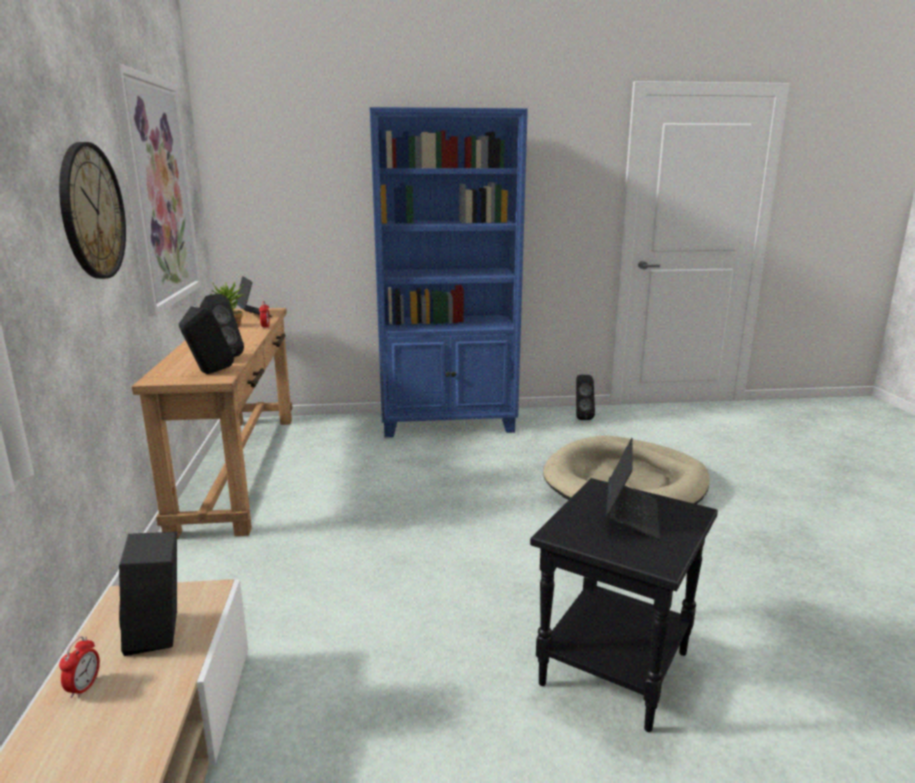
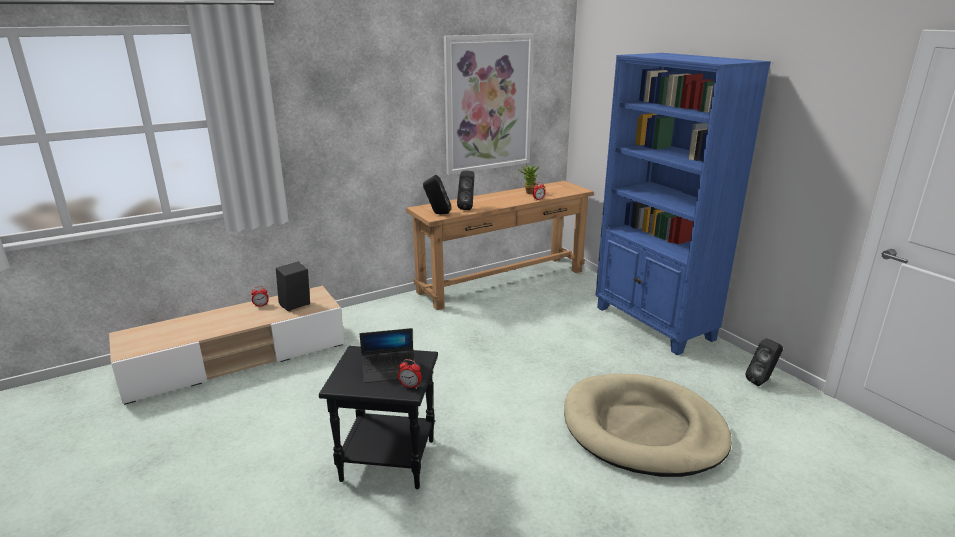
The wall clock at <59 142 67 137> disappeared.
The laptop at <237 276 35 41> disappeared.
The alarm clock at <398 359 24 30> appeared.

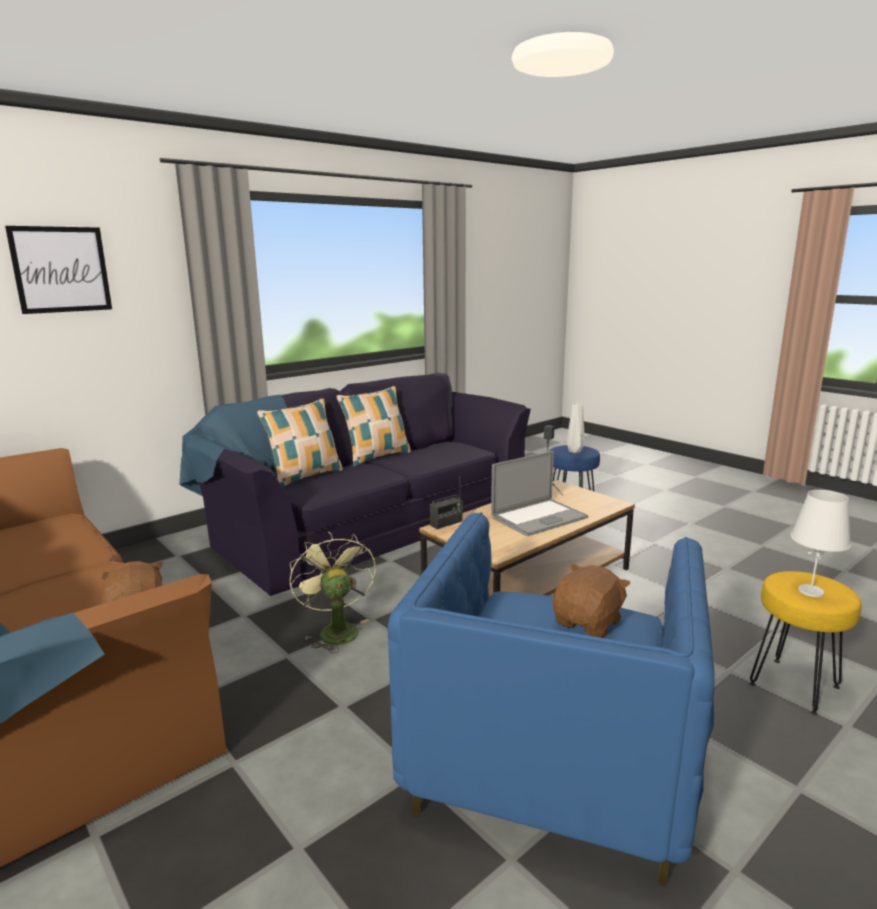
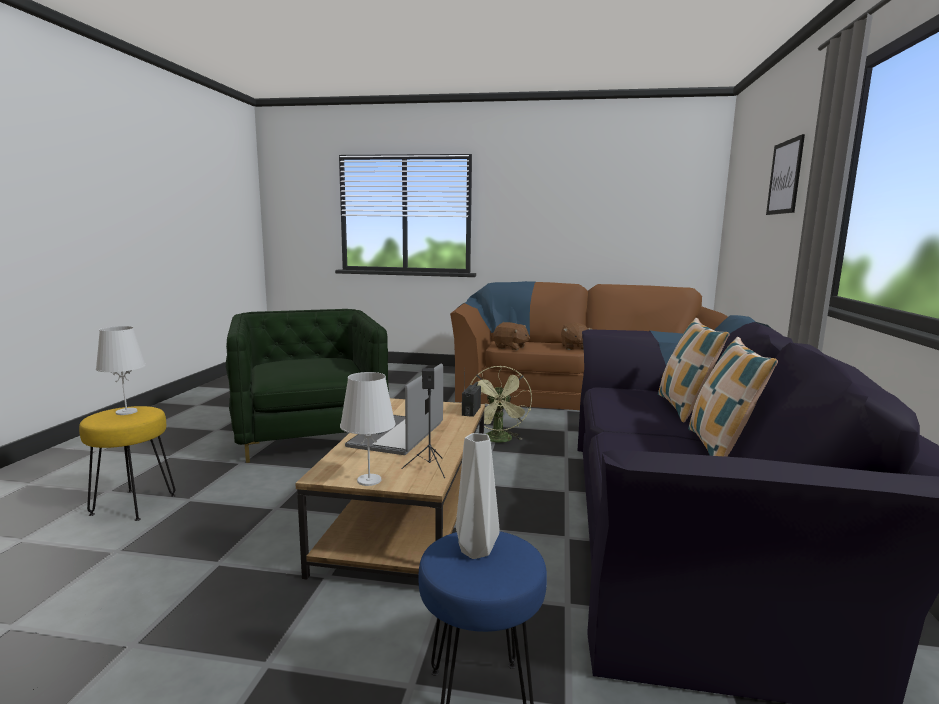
The blue armchair at <388 512 326 374> became the green armchair at <226 309 163 154>.
The green fan at <290 532 86 121> turned 60 degrees clockwise.
The brown plush toy moved from <553 564 78 74> to <561 322 32 28>.
The white table lamp at <340 372 56 114> appeared.

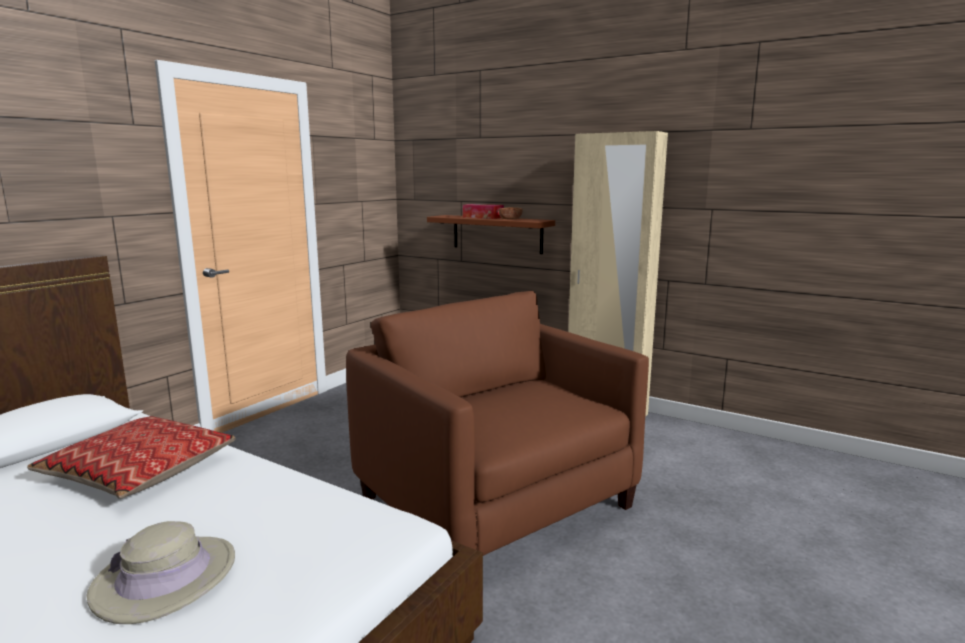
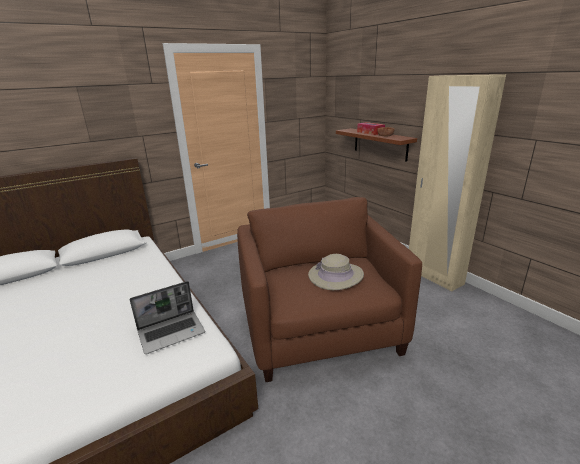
The pillow at <27 416 209 83> disappeared.
The beige hat moved from <86 521 149 103> to <308 254 56 36>.
The laptop at <130 281 75 73> appeared.

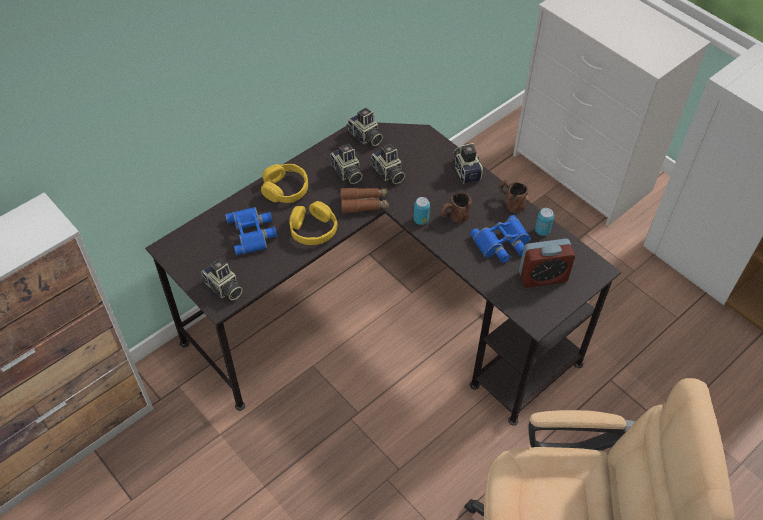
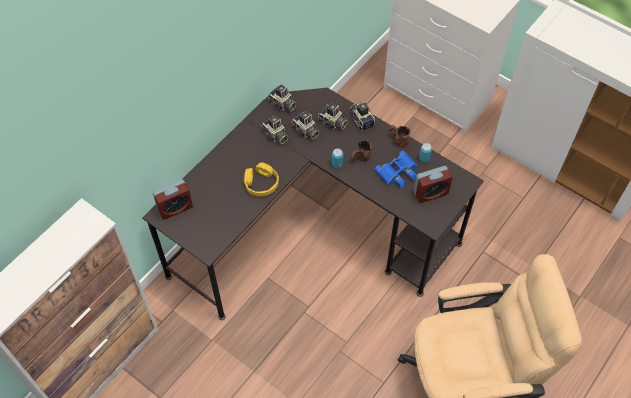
The yellow headphones at <261 164 47 39> disappeared.
The brown binoculars at <340 188 49 25> disappeared.
The blue binoculars at <225 207 52 48> disappeared.
The photo camera moved from <201 258 42 43> to <317 103 31 27>.
The alarm clock at <153 179 40 41> appeared.

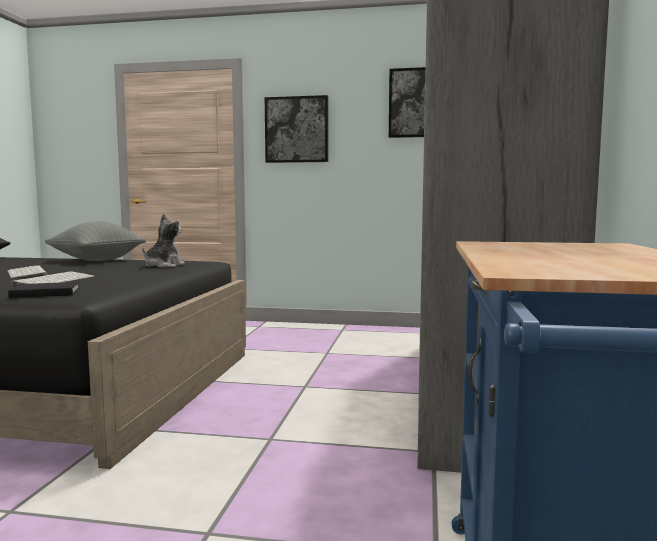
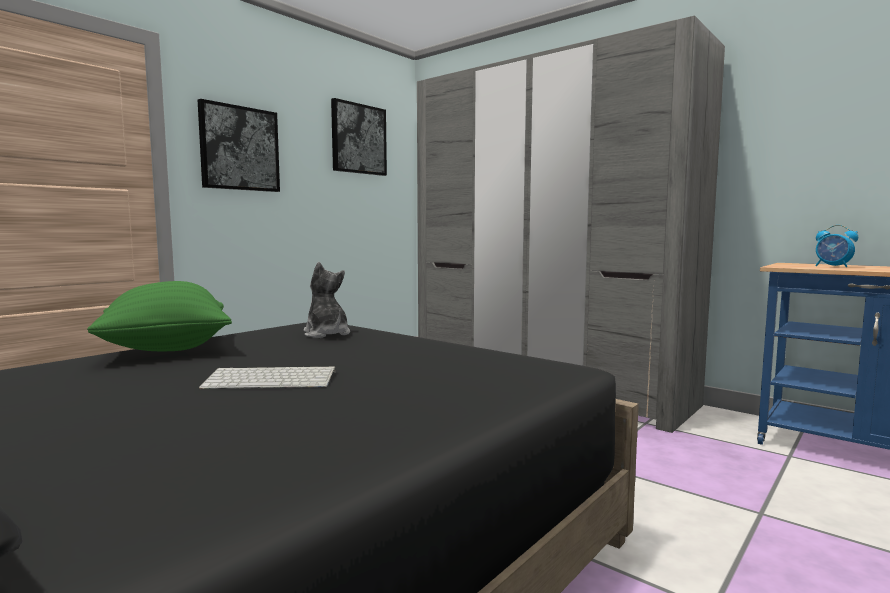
The grey pillow at <45 221 101 40> became the green pillow at <87 281 145 70>.
The keyboard at <11 271 83 14> disappeared.
The black book at <8 282 71 16> disappeared.
The alarm clock at <815 225 43 42> appeared.

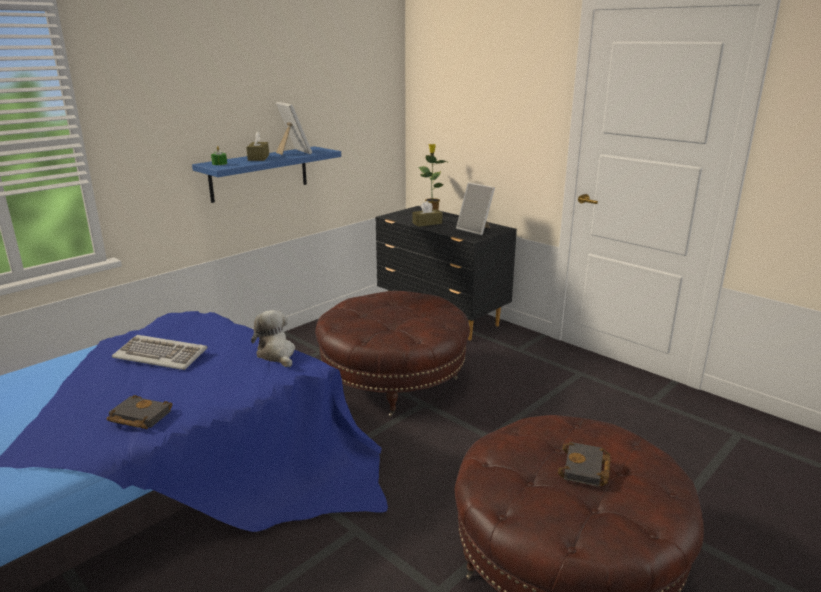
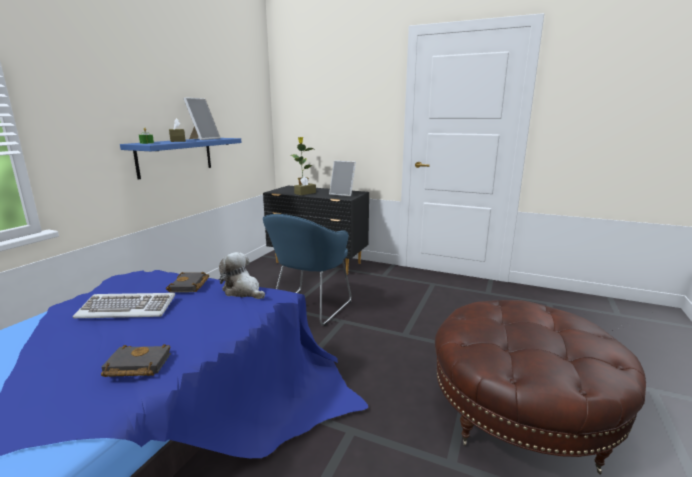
The picture frame at <276 102 36 53> turned 75 degrees clockwise.
The brown ottoman at <315 291 155 126> was replaced by the blue armchair at <263 214 89 112>.
The black book moved from <558 442 53 45> to <166 272 43 21>.

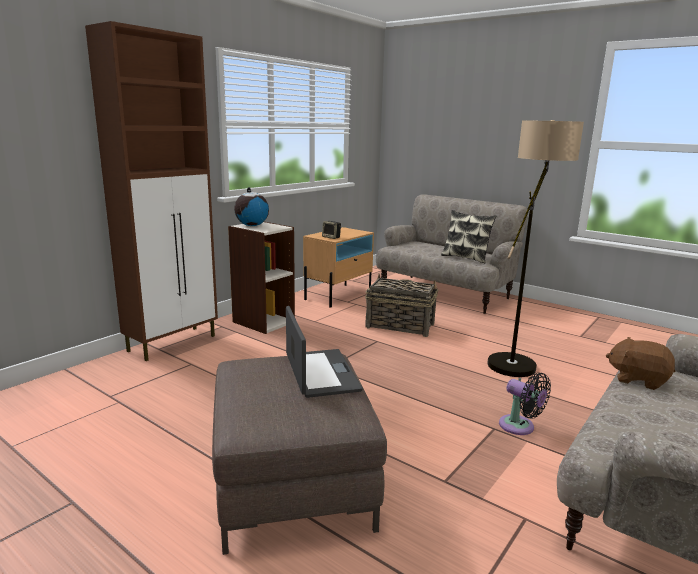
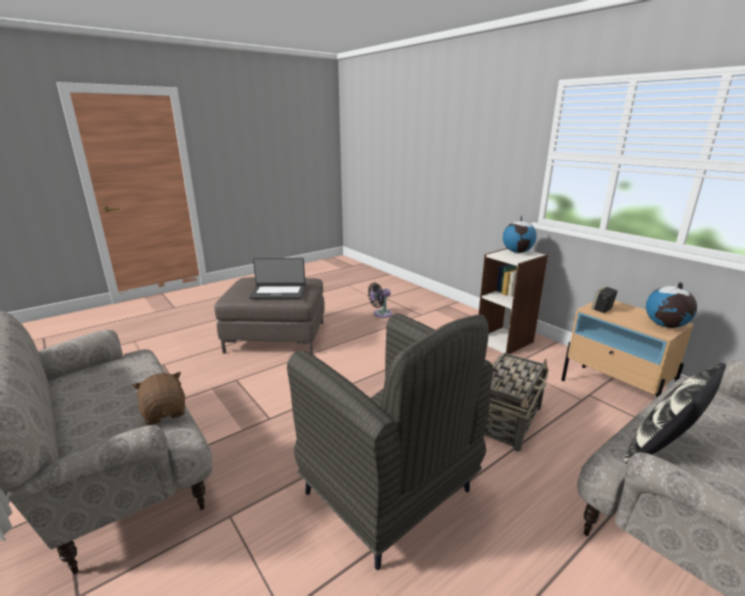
The brown cabinet at <85 21 133 340> disappeared.
The floor lamp at <487 120 97 257> was replaced by the grey armchair at <287 313 207 257>.
The brown plush toy at <606 337 70 53> turned 75 degrees counterclockwise.
The black fan moved from <499 373 52 62> to <368 283 24 35>.
The globe at <646 282 51 46> appeared.

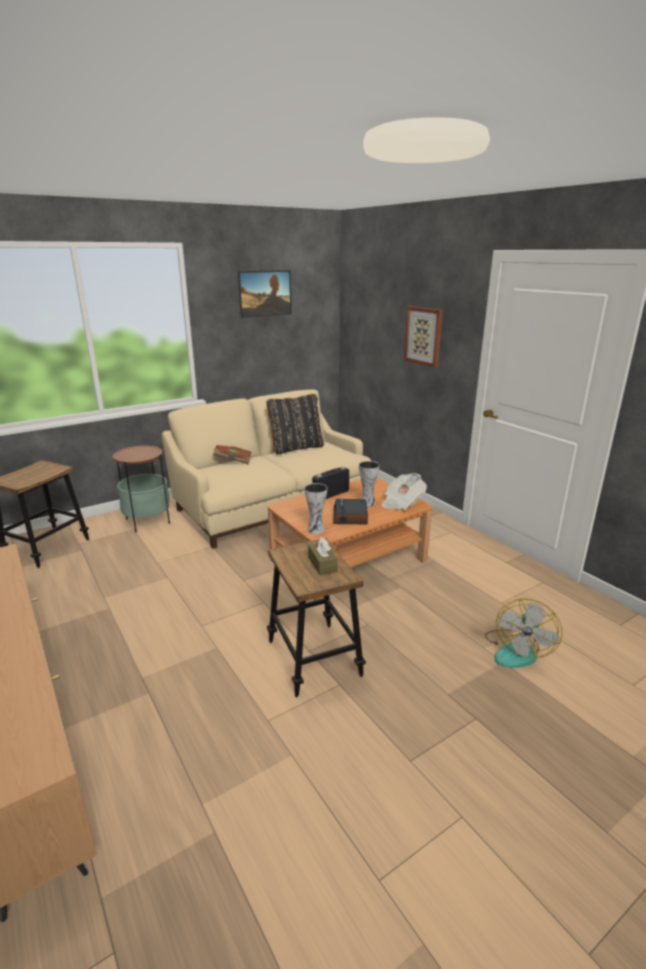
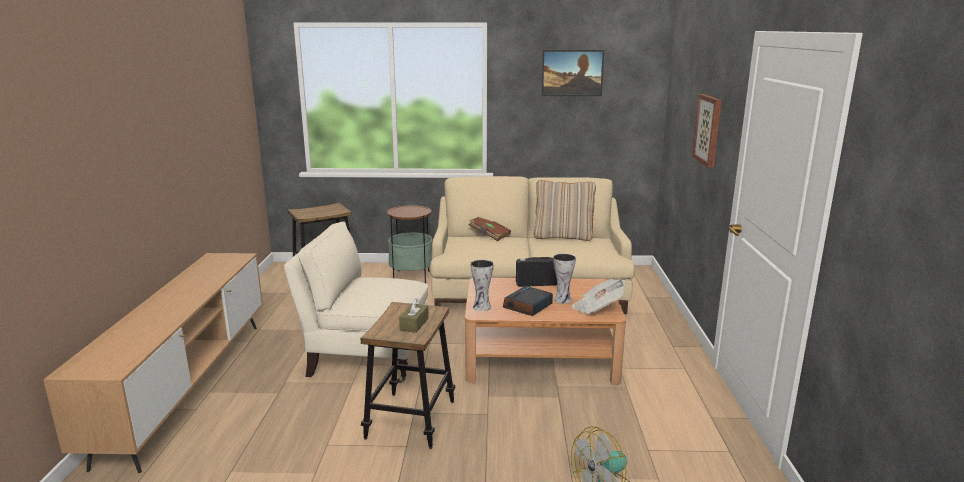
The black pillow at <266 394 58 61> became the beige pillow at <534 180 62 61>.
The beige armchair at <284 222 144 161> appeared.

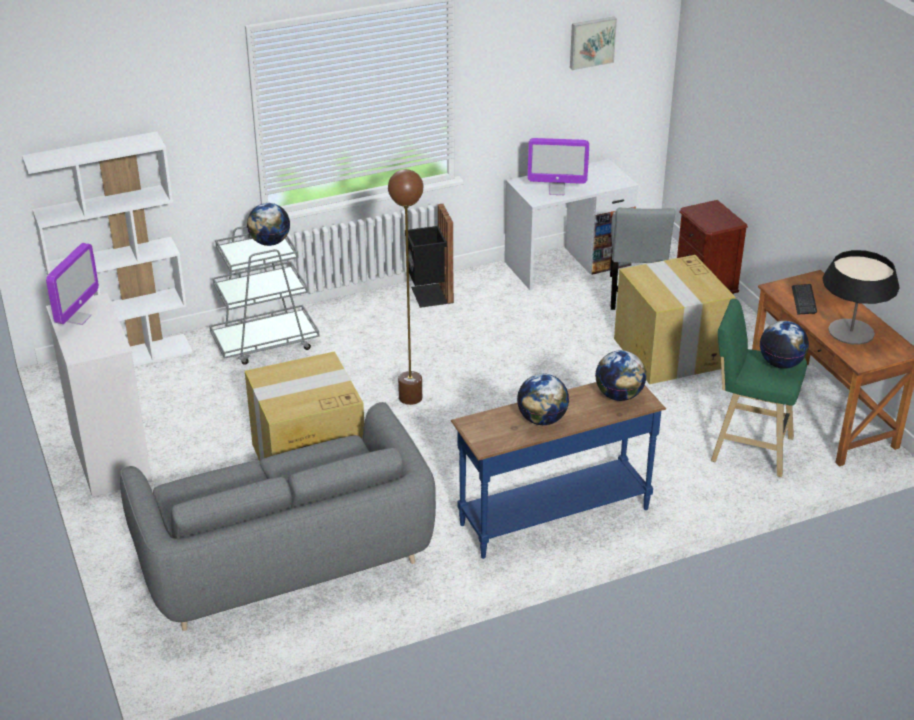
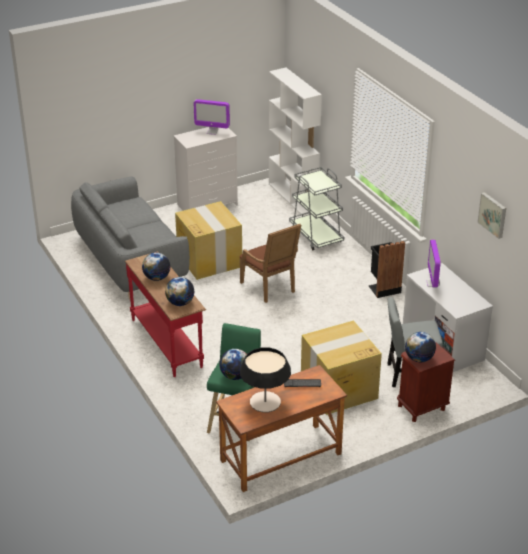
The brown floor lamp at <388 169 35 236> was replaced by the brown armchair at <239 224 62 79>.
The globe moved from <247 203 43 43> to <405 332 31 30>.
The blue console table at <451 382 215 177> became the red console table at <125 251 81 126>.

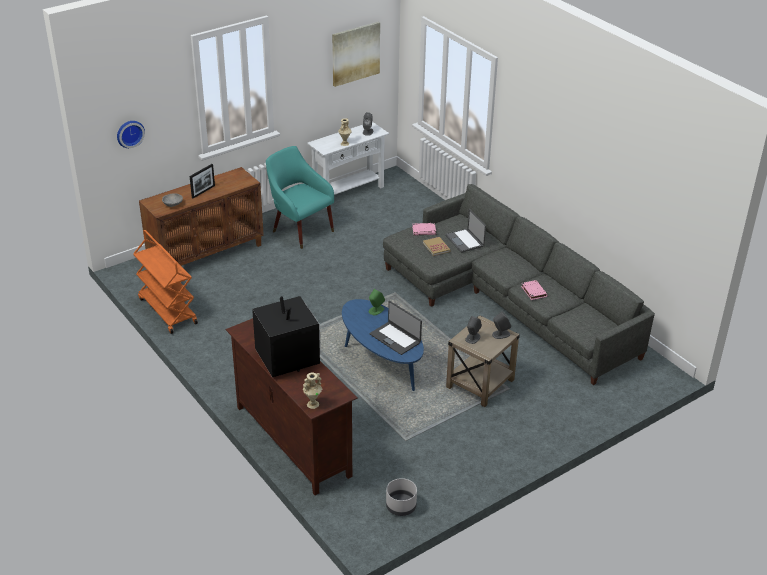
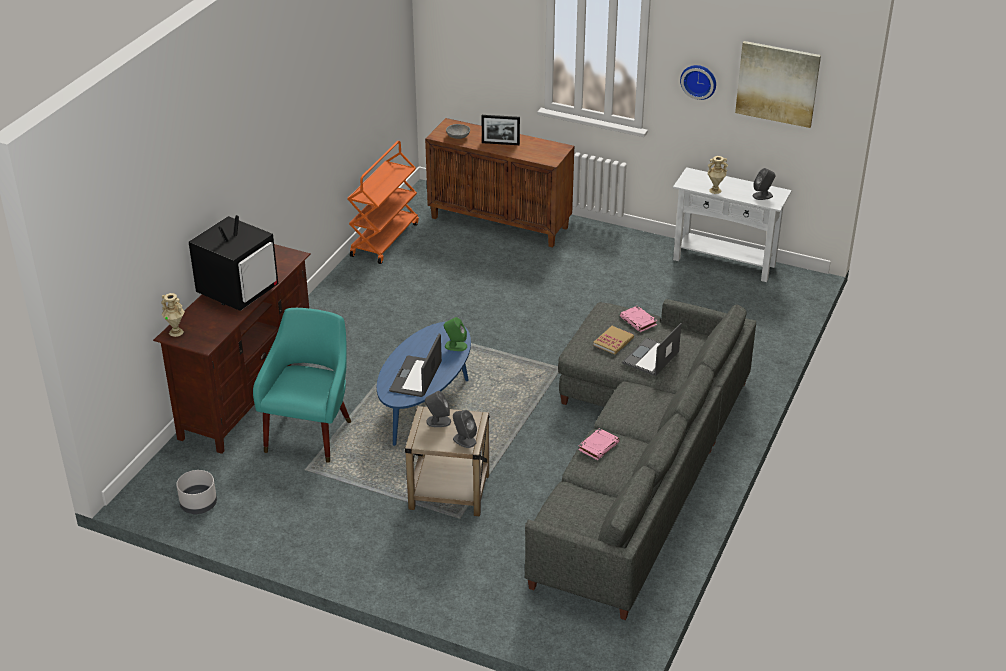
The wall clock moved from <117 121 28 27> to <680 65 36 35>.
The turquoise armchair moved from <266 146 68 103> to <253 308 98 155>.

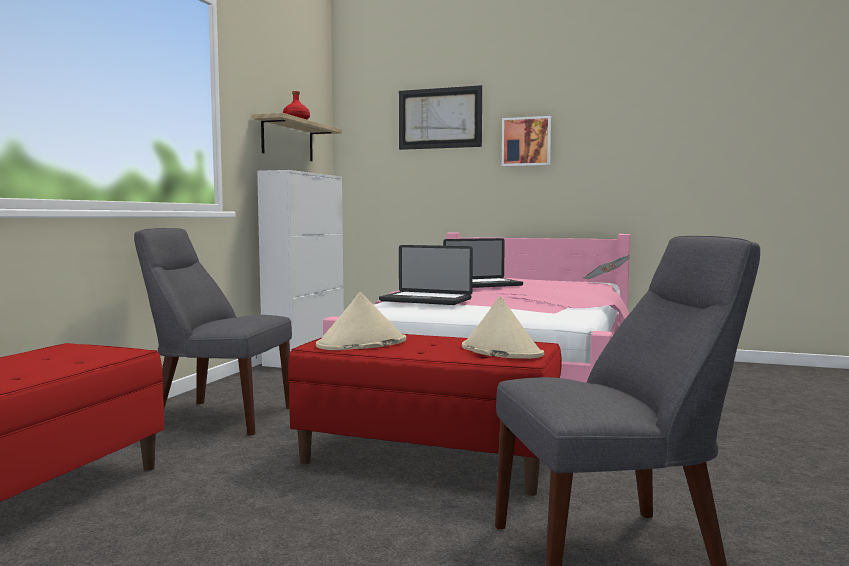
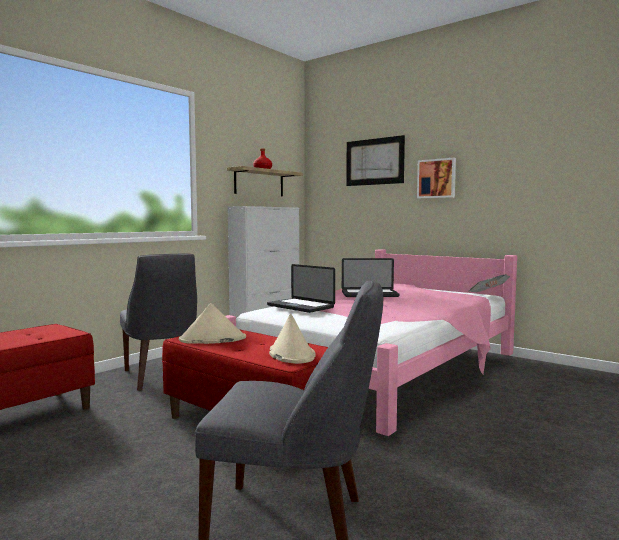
The grey chair at <134 228 158 208> turned 150 degrees counterclockwise.

